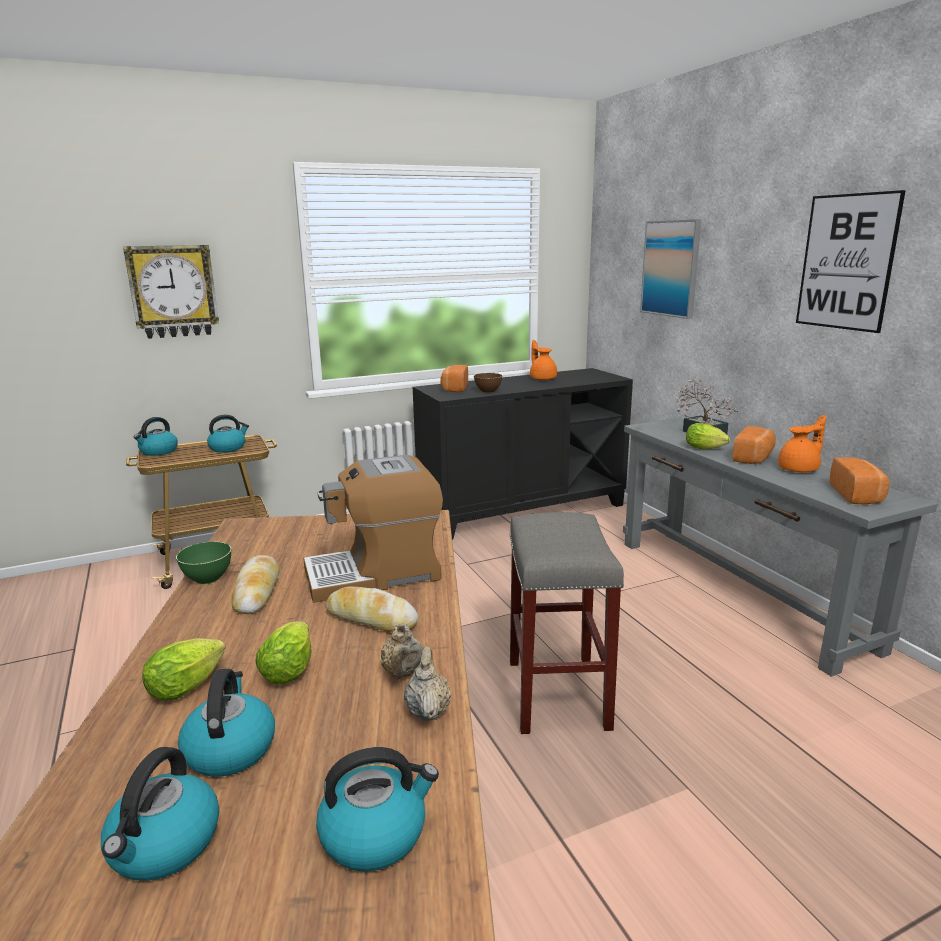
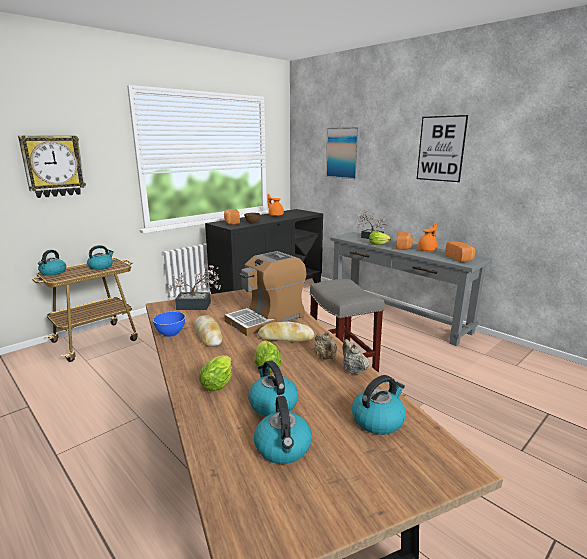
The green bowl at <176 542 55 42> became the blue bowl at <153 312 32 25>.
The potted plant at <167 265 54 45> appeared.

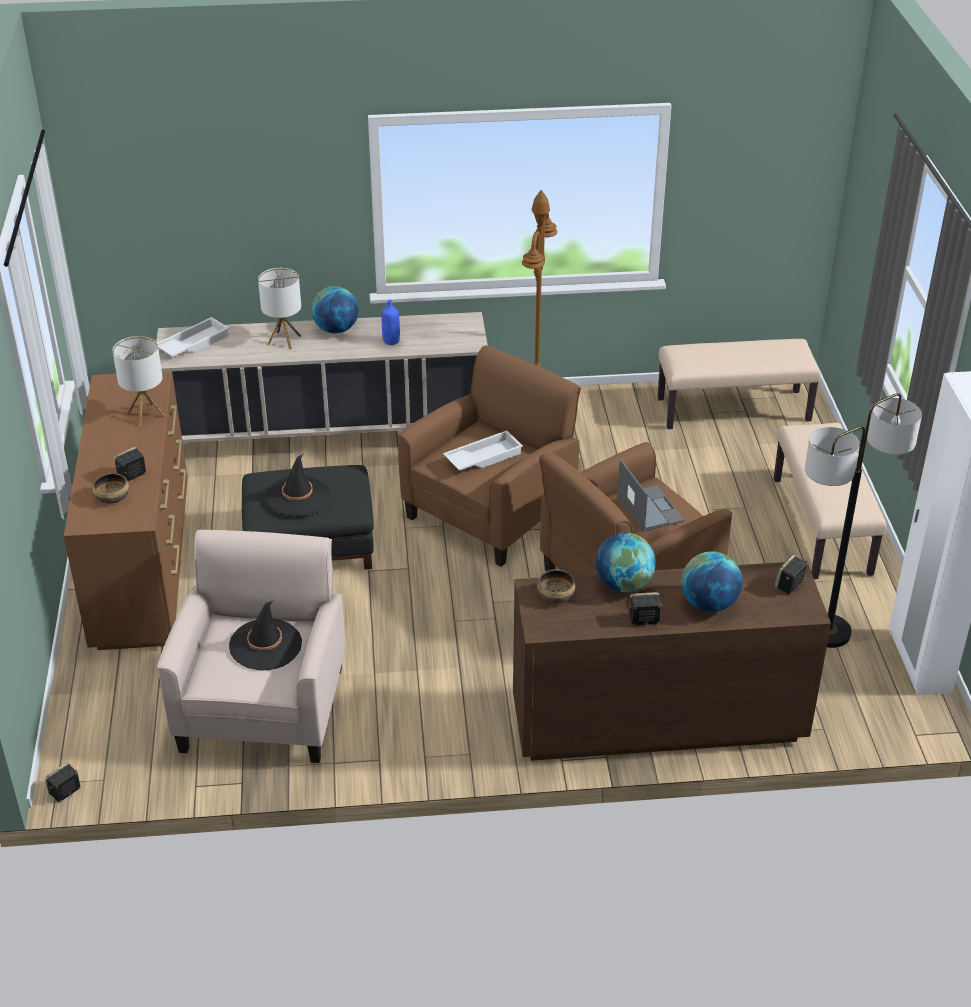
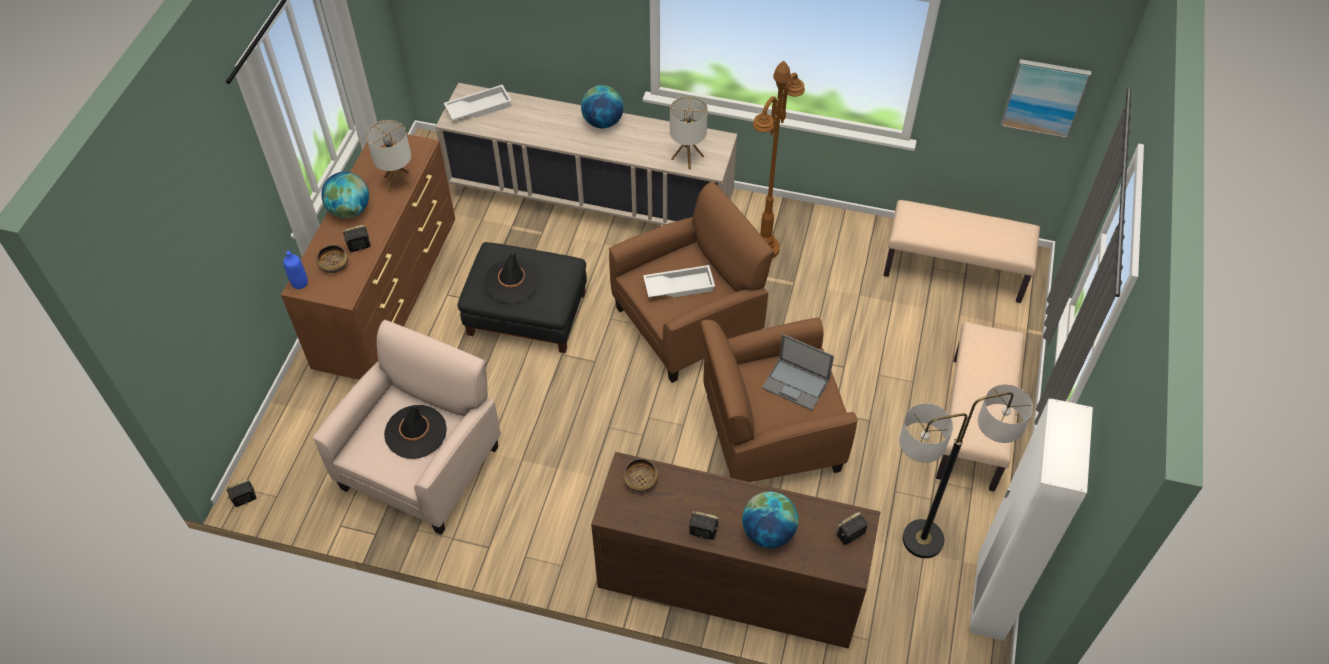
The table lamp moved from <258 268 43 81> to <670 96 38 74>.
The blue bottle moved from <382 300 18 45> to <283 251 25 38>.
The laptop at <617 459 67 73> turned 120 degrees clockwise.
The globe moved from <596 533 60 59> to <321 172 48 46>.
The picture at <1000 59 91 79> appeared.

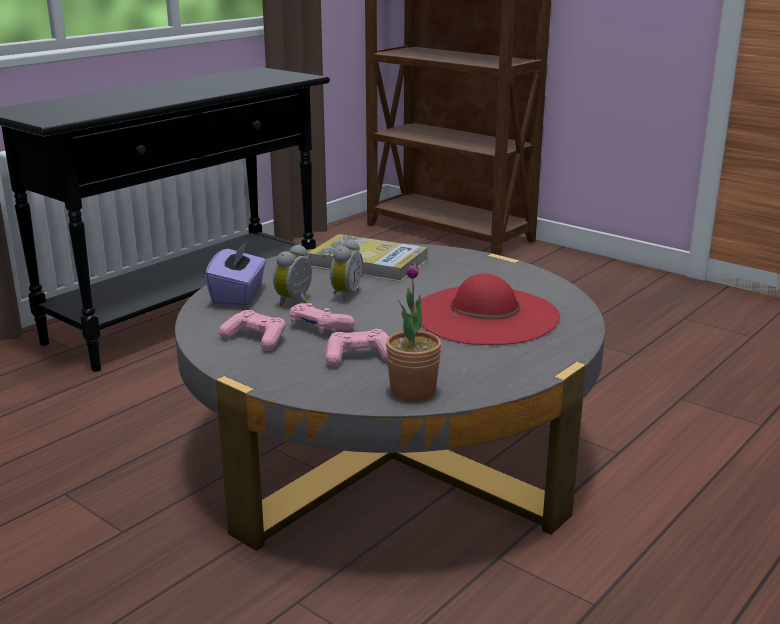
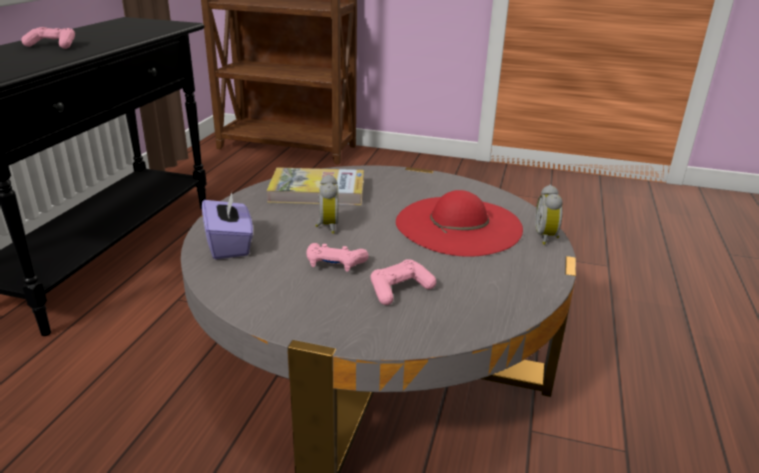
The alarm clock moved from <273 244 39 63> to <535 185 28 60>.
The potted plant at <386 261 56 141> disappeared.
The pink game controller moved from <219 310 67 41> to <21 27 54 22>.

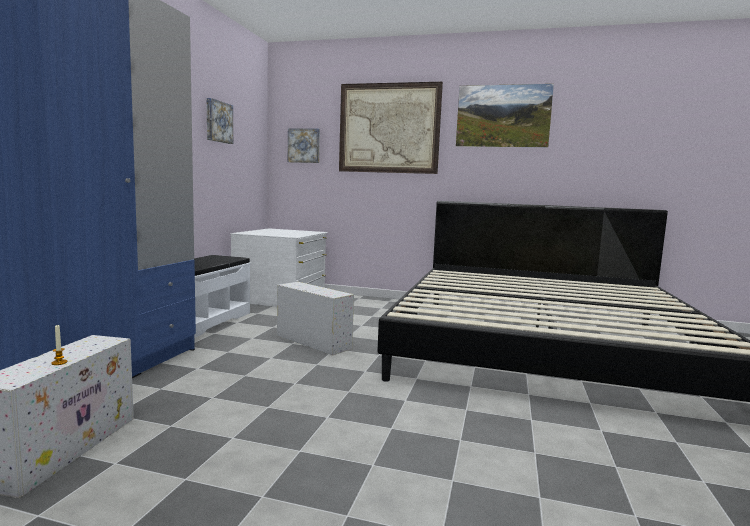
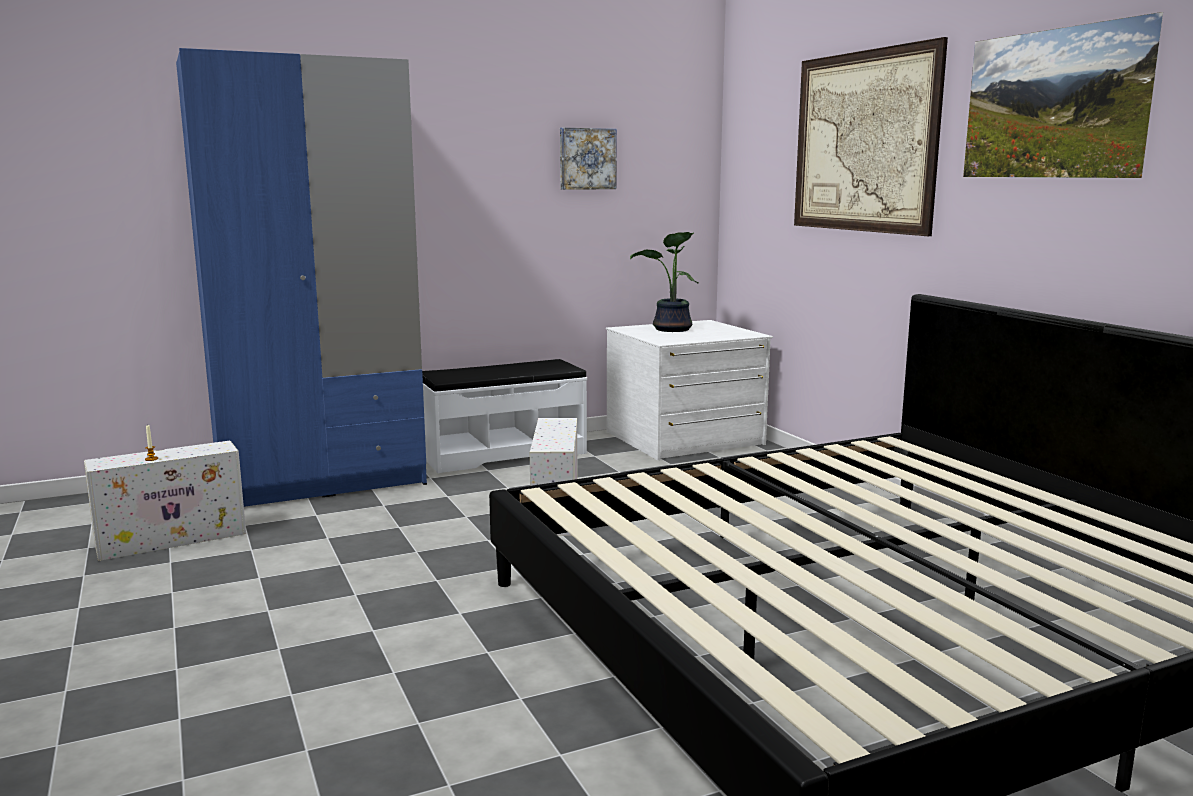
The picture at <288 128 32 35> disappeared.
The potted plant at <630 232 69 100> appeared.

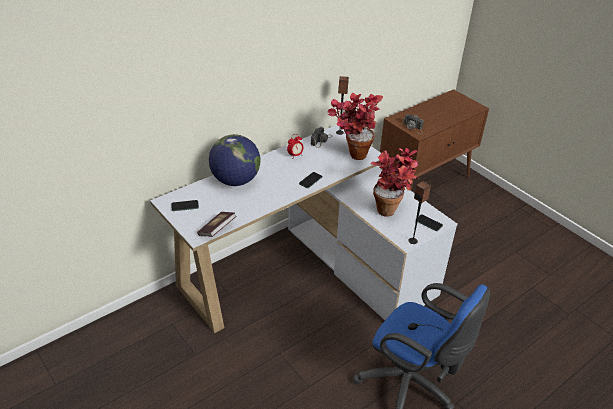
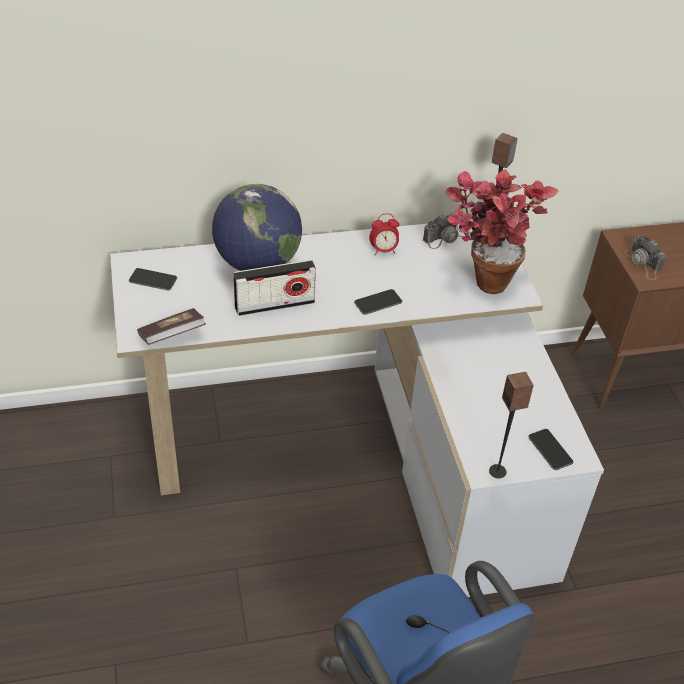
The potted plant at <370 148 49 69> disappeared.
The radio at <233 260 83 56> appeared.

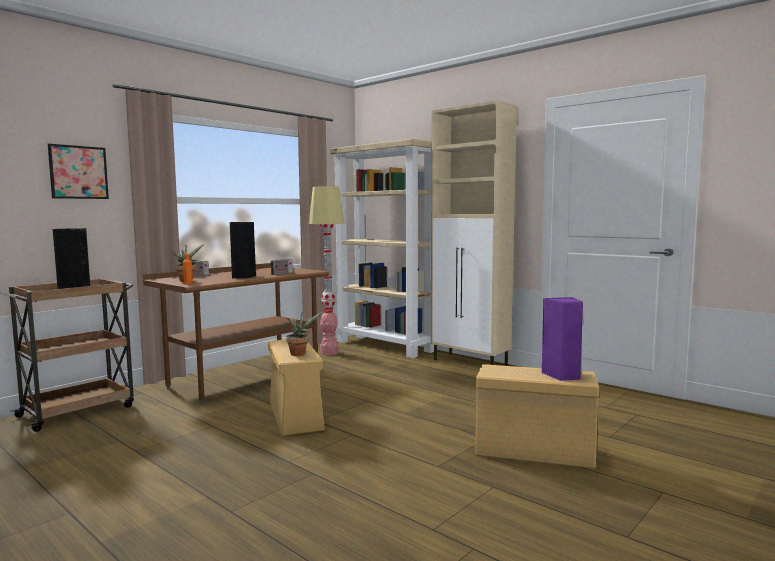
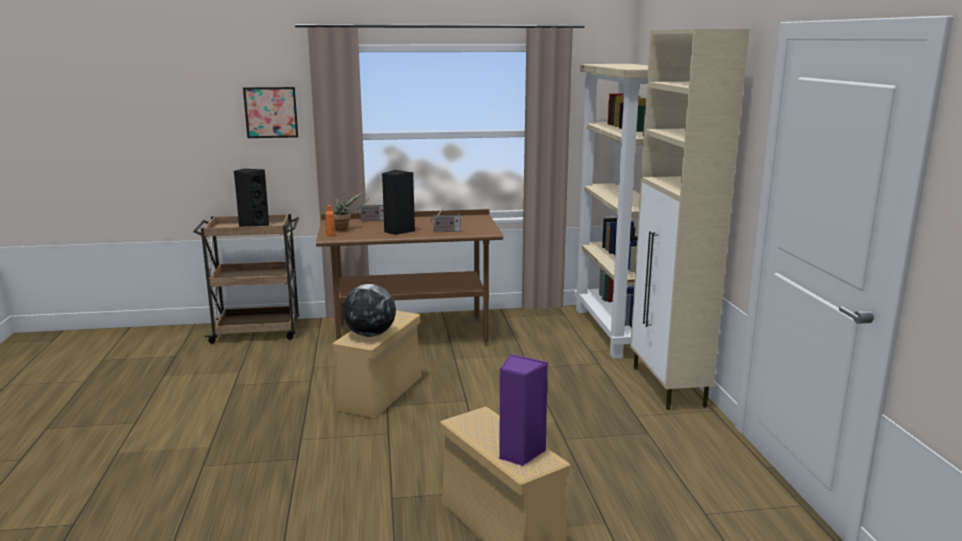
The floor lamp at <309 186 36 169> disappeared.
The potted plant at <286 312 37 44> was replaced by the globe at <343 284 53 53>.

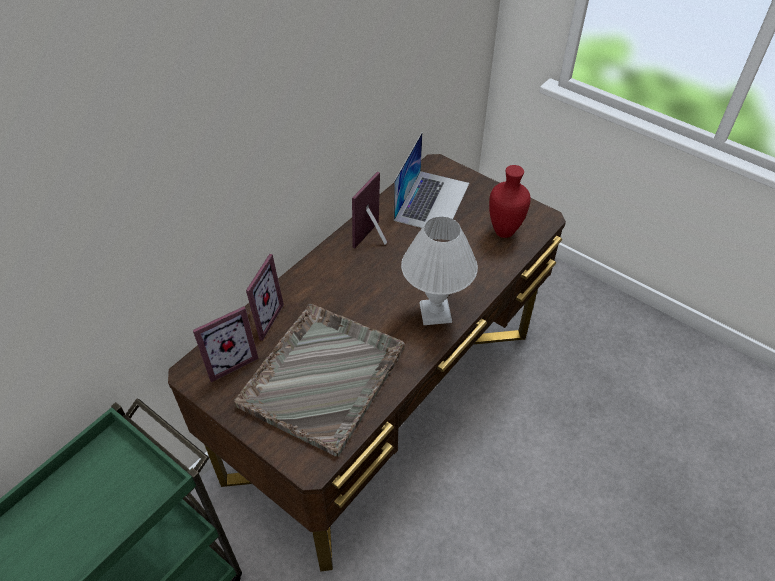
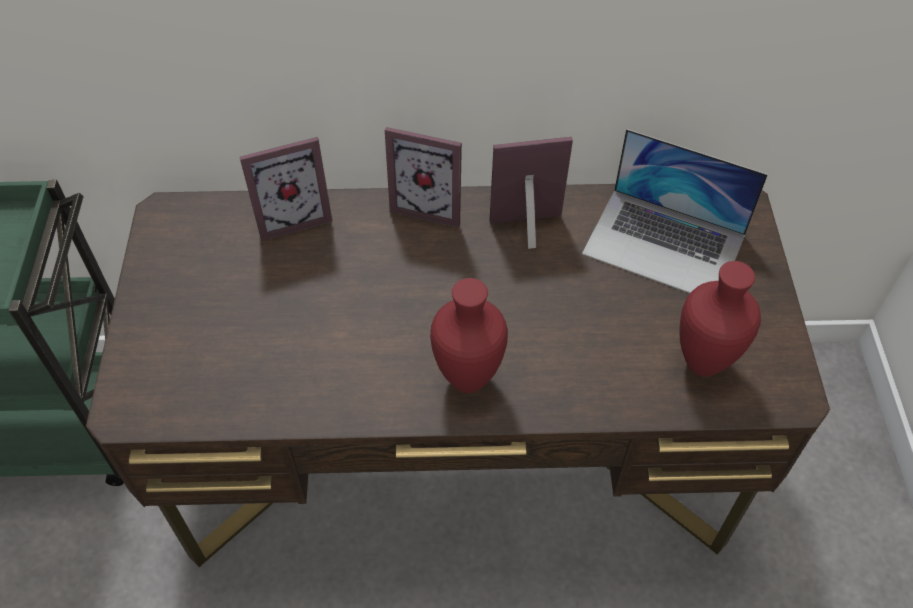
The laptop at <394 133 75 95> turned 45 degrees clockwise.
The white table lamp at <401 216 77 109> was replaced by the red vase at <430 278 78 115>.
The grey tray at <234 304 171 153> disappeared.
The picture frame moved from <193 306 66 76> to <385 127 77 101>.

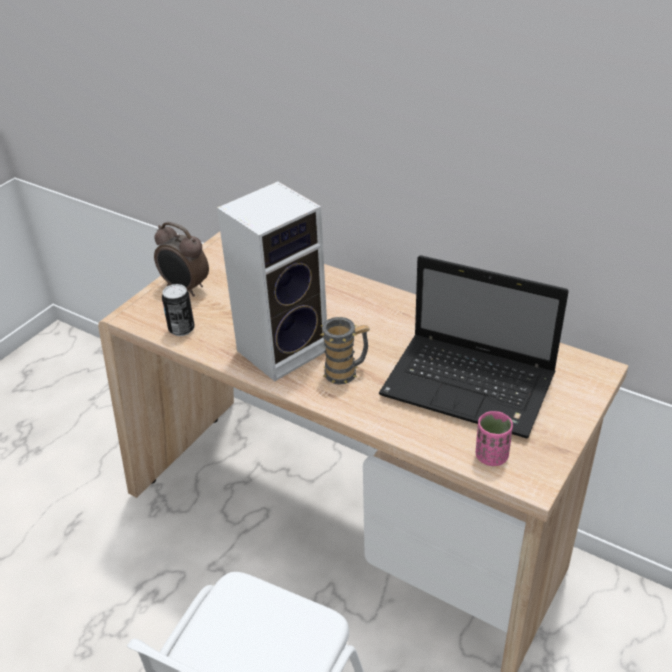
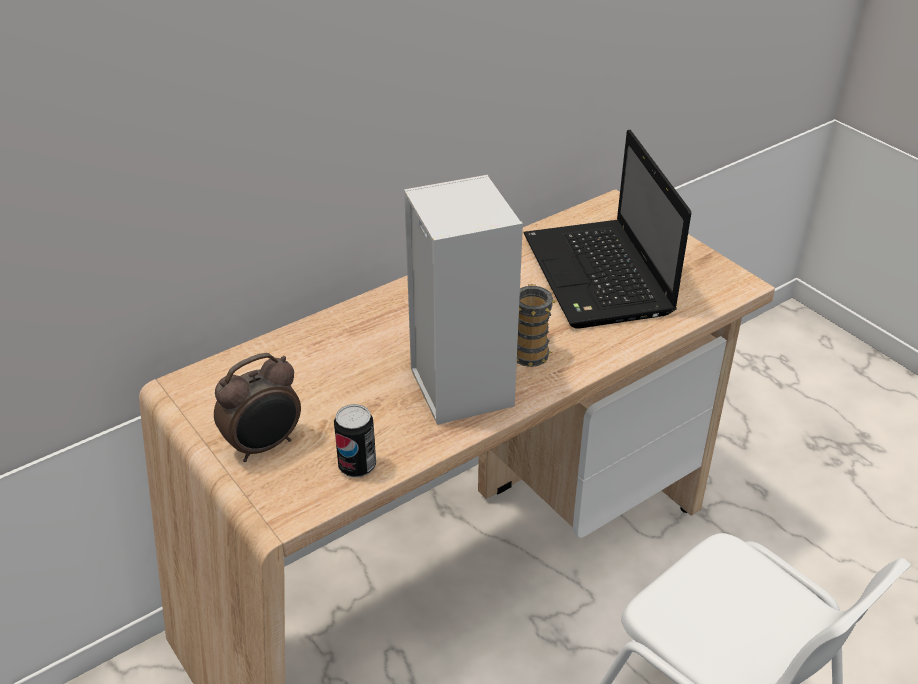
The laptop at <379 255 190 183> turned 120 degrees clockwise.
The pink cup at <476 411 37 55> disappeared.

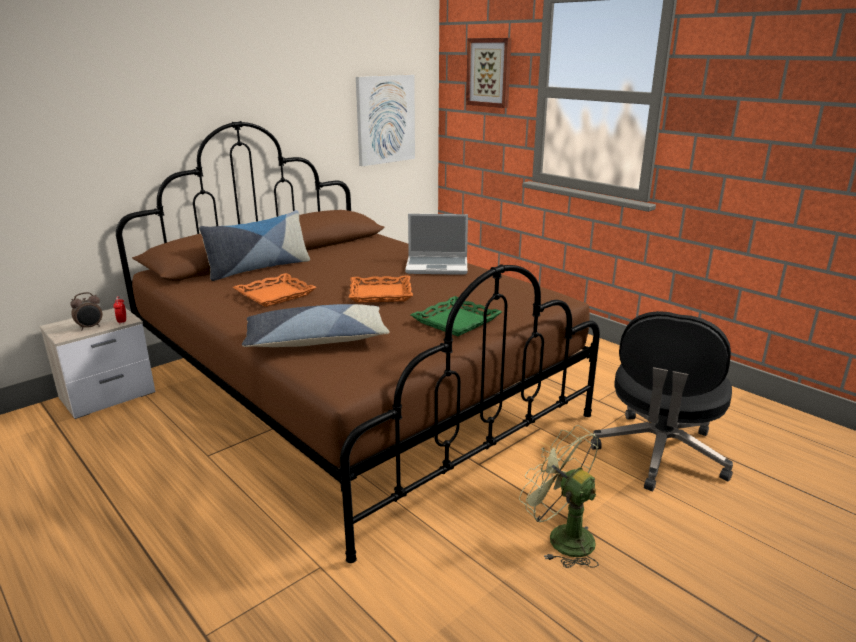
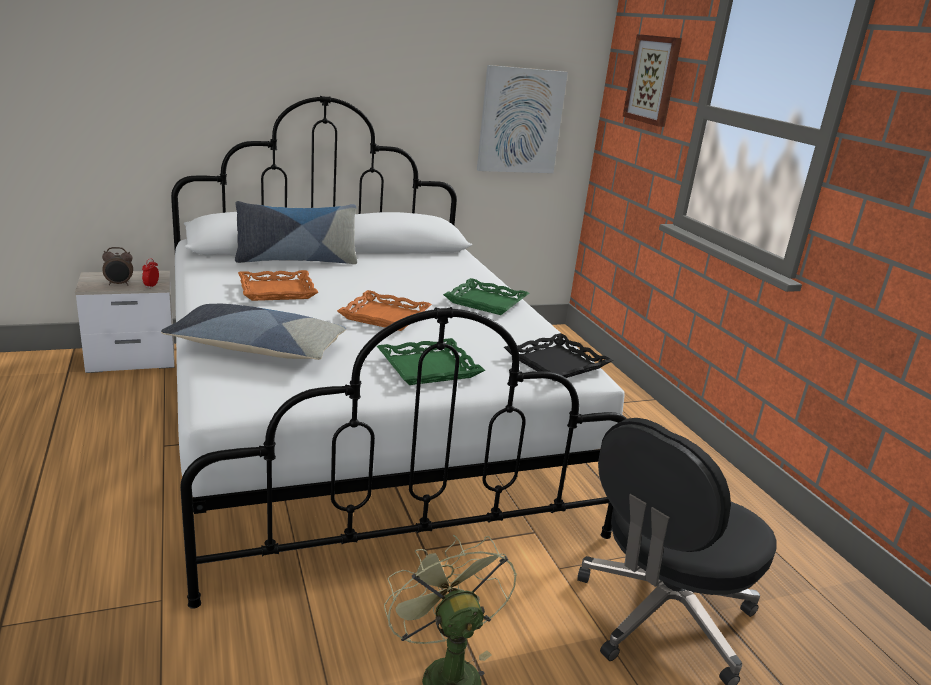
The brown bed at <116 121 484 442> became the white bed at <171 96 456 513>.
The laptop at <405 214 63 61> was replaced by the green tray at <443 278 86 37>.
The black tray at <504 333 109 48> appeared.

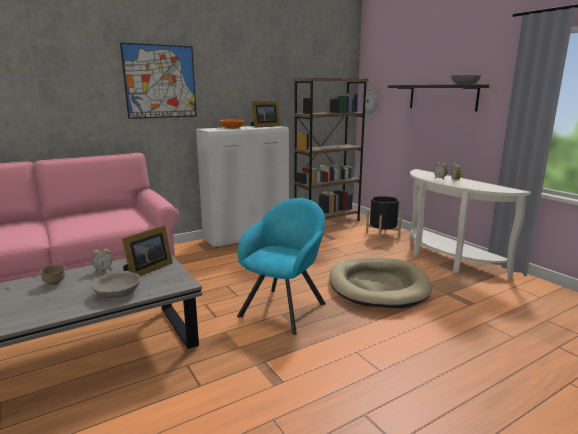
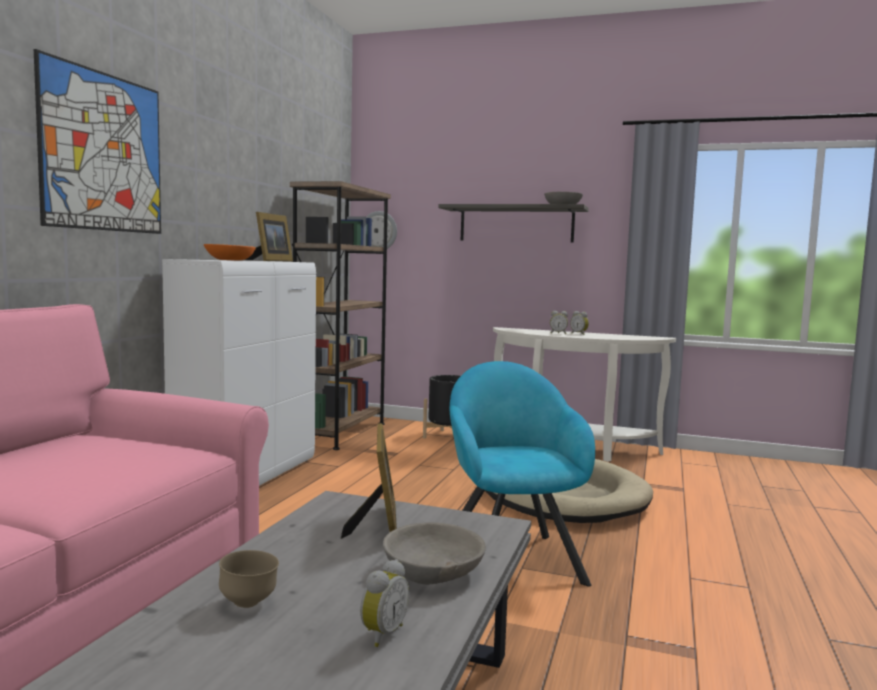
The alarm clock moved from <92 249 20 24> to <360 559 50 88>.

